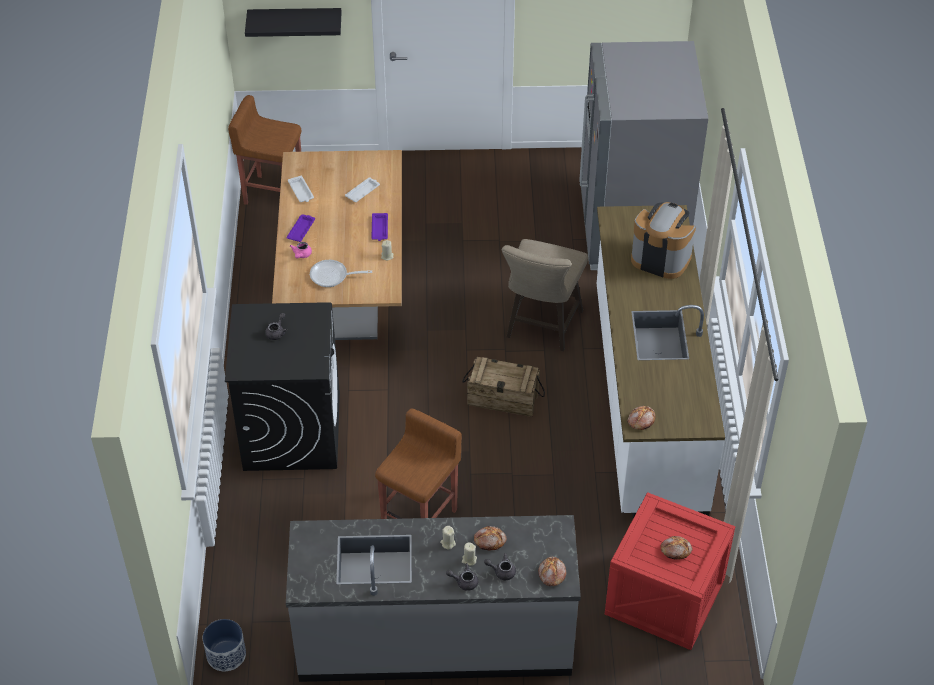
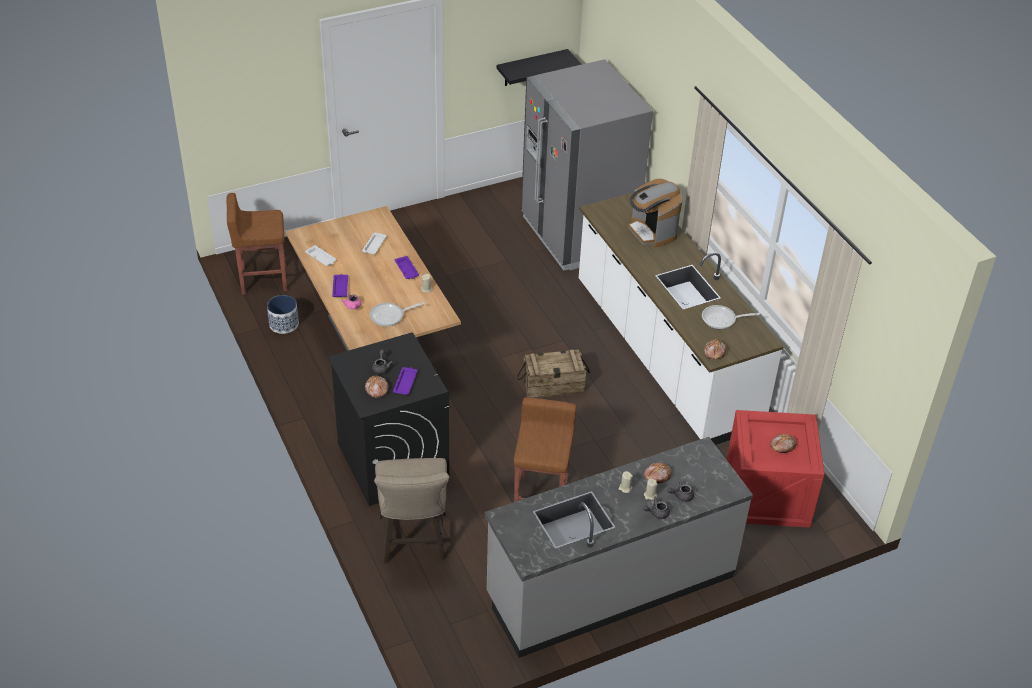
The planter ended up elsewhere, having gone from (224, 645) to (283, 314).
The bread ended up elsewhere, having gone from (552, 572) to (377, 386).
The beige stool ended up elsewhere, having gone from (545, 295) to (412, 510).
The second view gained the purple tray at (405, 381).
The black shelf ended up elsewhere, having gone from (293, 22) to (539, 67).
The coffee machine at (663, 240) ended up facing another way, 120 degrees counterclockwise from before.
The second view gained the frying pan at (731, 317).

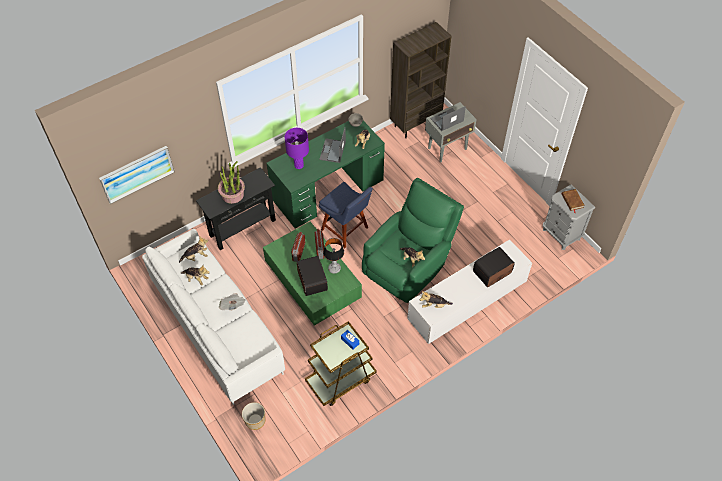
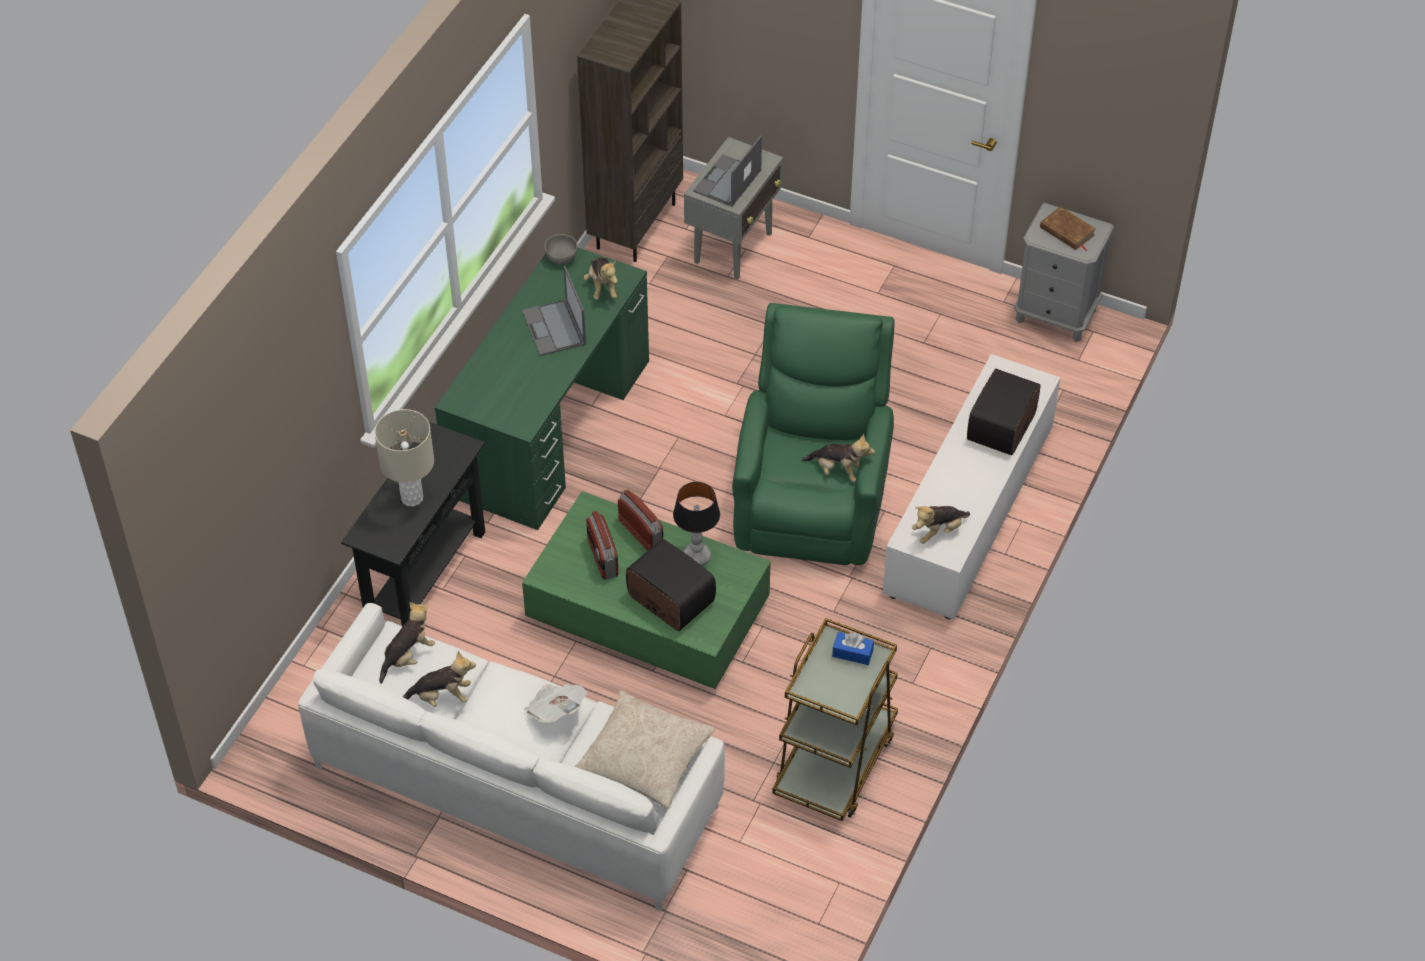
Where the potted plant stood at (231, 182), the beige table lamp came to stand at (404, 457).
The second view gained the beige pillow at (644, 749).
The second view lost the picture at (137, 175).
The second view lost the planter at (253, 416).
The second view lost the purple table lamp at (296, 148).
The second view lost the blue chair at (346, 215).

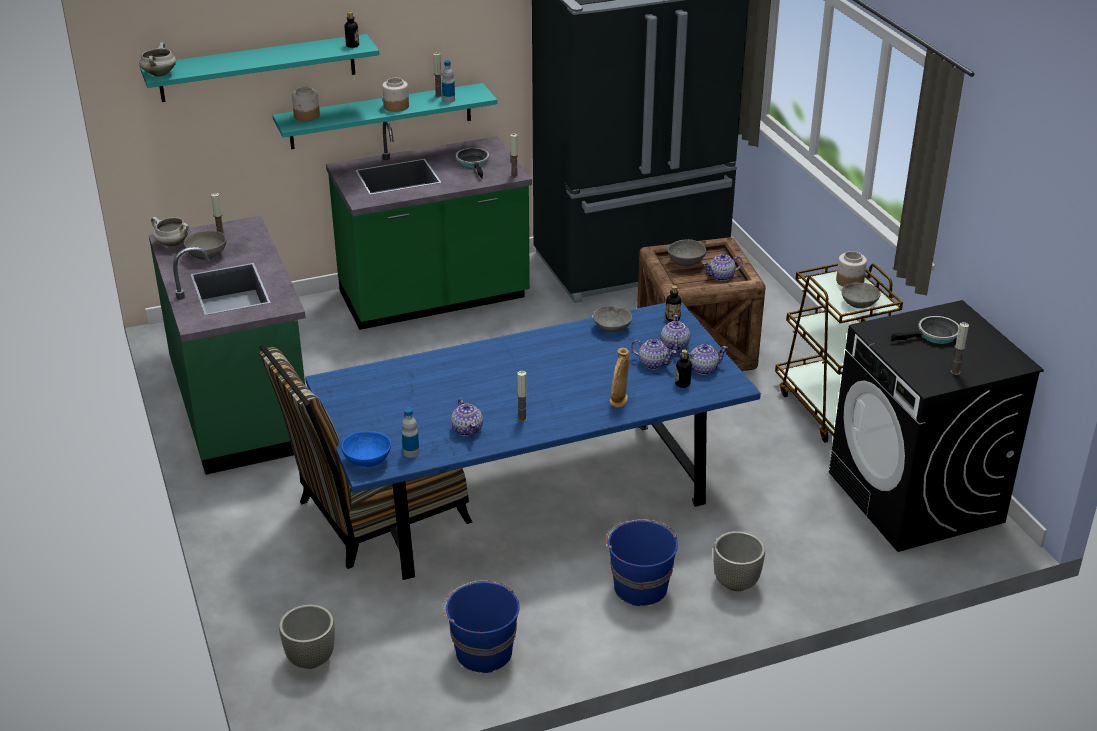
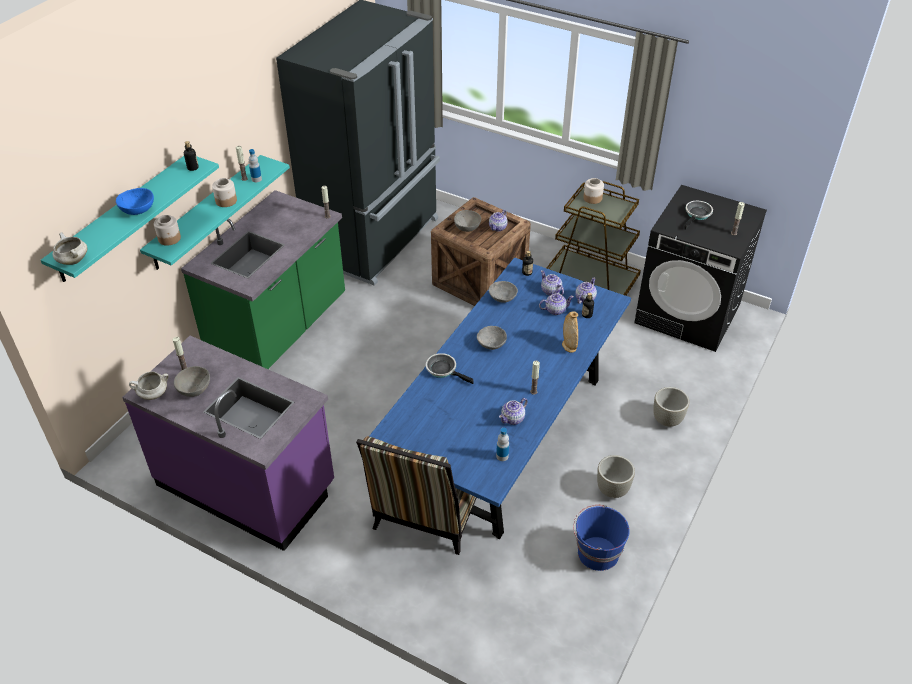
The blue bowl ended up elsewhere, having gone from (366, 449) to (135, 201).
What was the green counter at (227, 345) turned into the purple counter at (228, 443).
The frying pan ended up elsewhere, having gone from (472, 163) to (450, 368).
The grey bowl ended up elsewhere, having gone from (861, 295) to (492, 338).
The teapot at (467, 417) ended up facing another way, 105 degrees clockwise from before.
The grey planter ended up elsewhere, having gone from (307, 637) to (616, 476).
The second view lost the blue bucket at (642, 562).

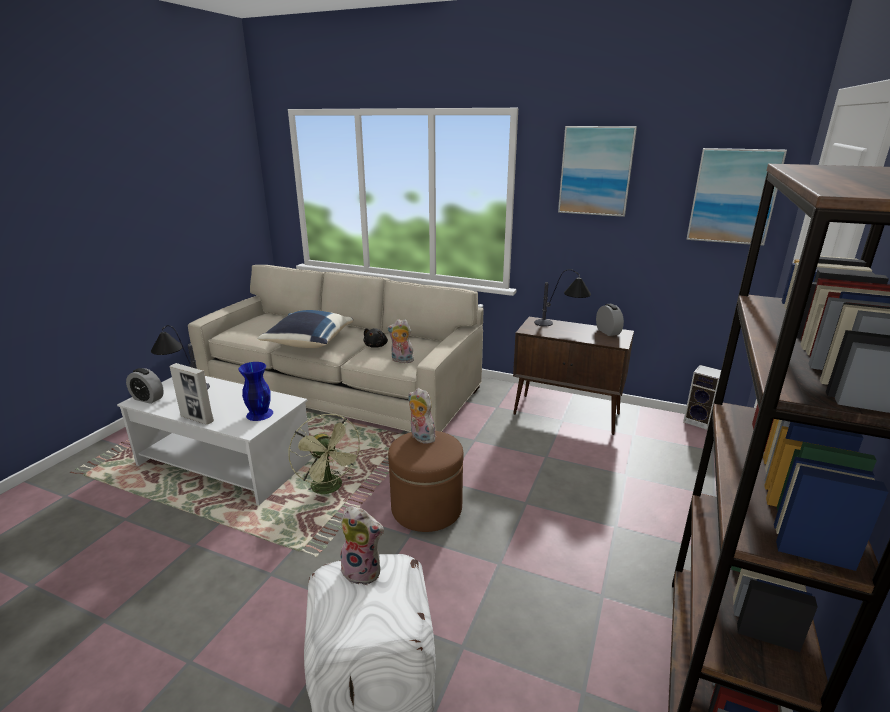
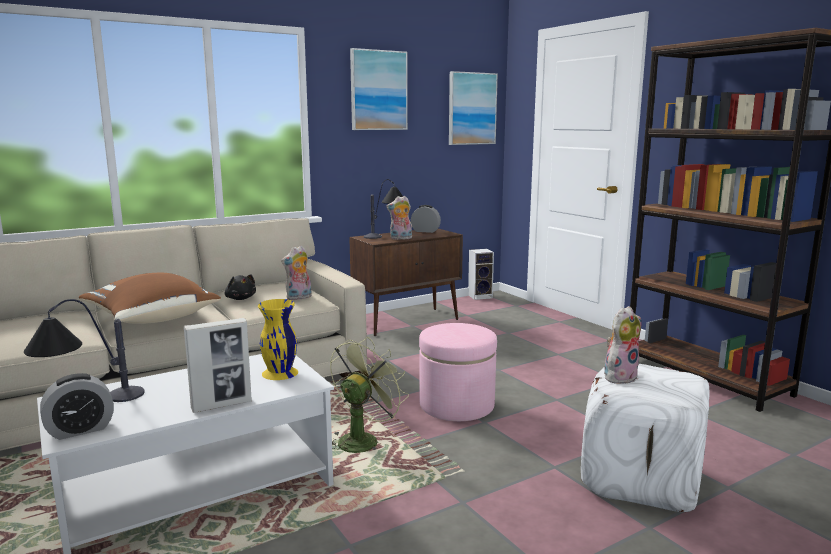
What was the blue pillow at (306, 329) turned into the brown pillow at (150, 298).
What was the blue vase at (255, 391) turned into the yellow vase at (278, 339).
The green fan at (325, 454) ended up facing another way, 60 degrees counterclockwise from before.
The plush toy ended up elsewhere, having gone from (423, 416) to (399, 218).
What was the brown ottoman at (426, 481) turned into the pink ottoman at (458, 372).

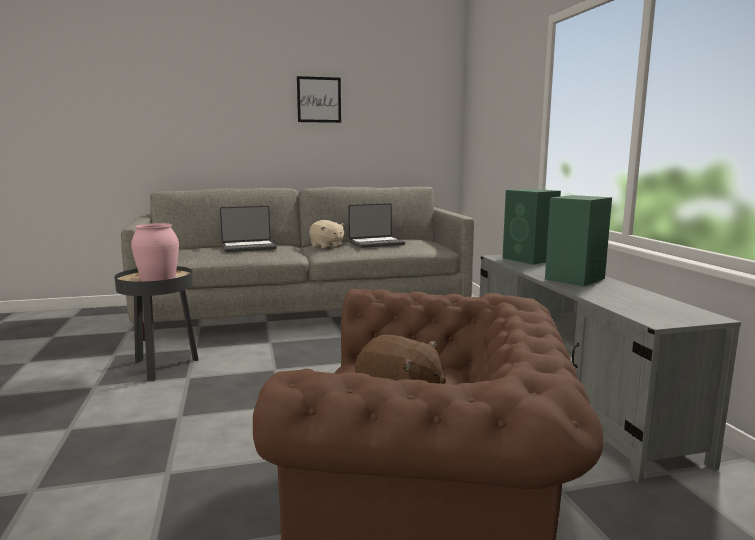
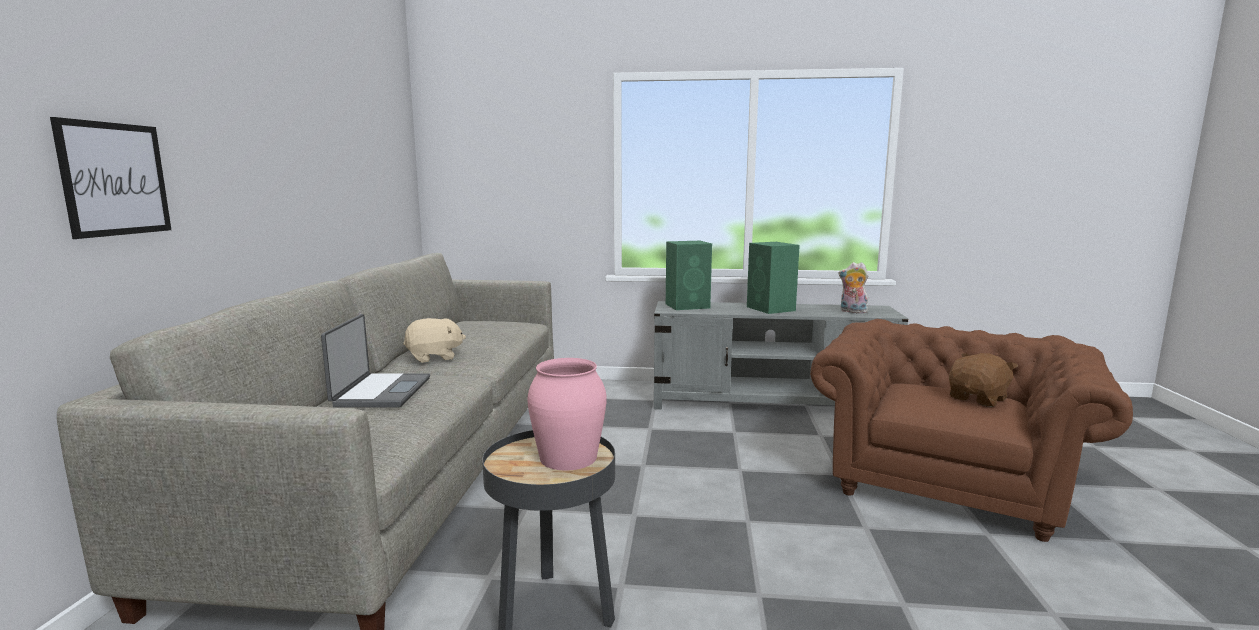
The picture ended up elsewhere, having gone from (319, 99) to (110, 178).
The second view gained the plush toy at (853, 287).
The second view lost the laptop at (376, 225).

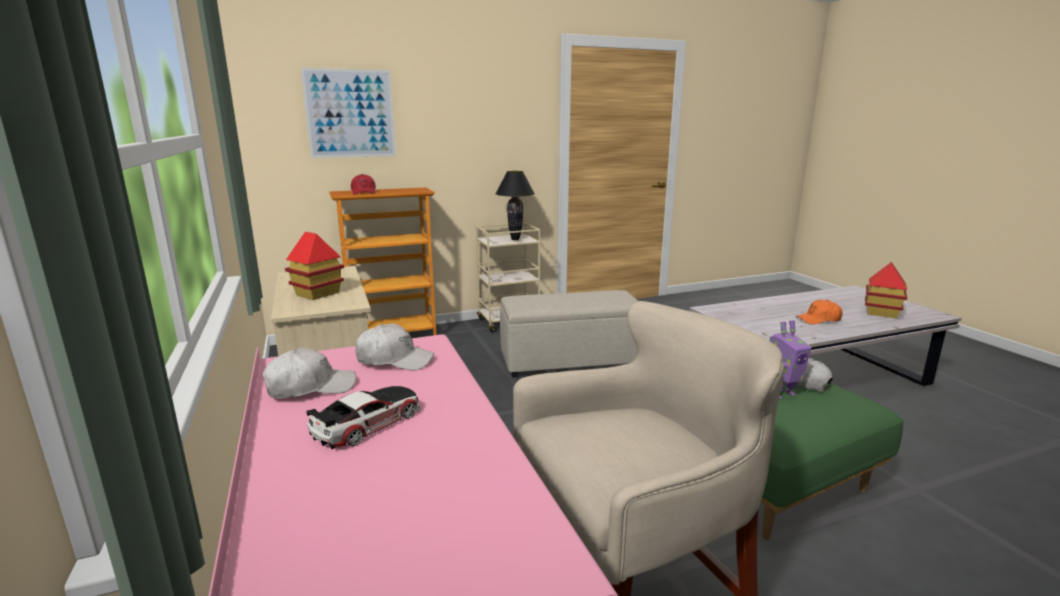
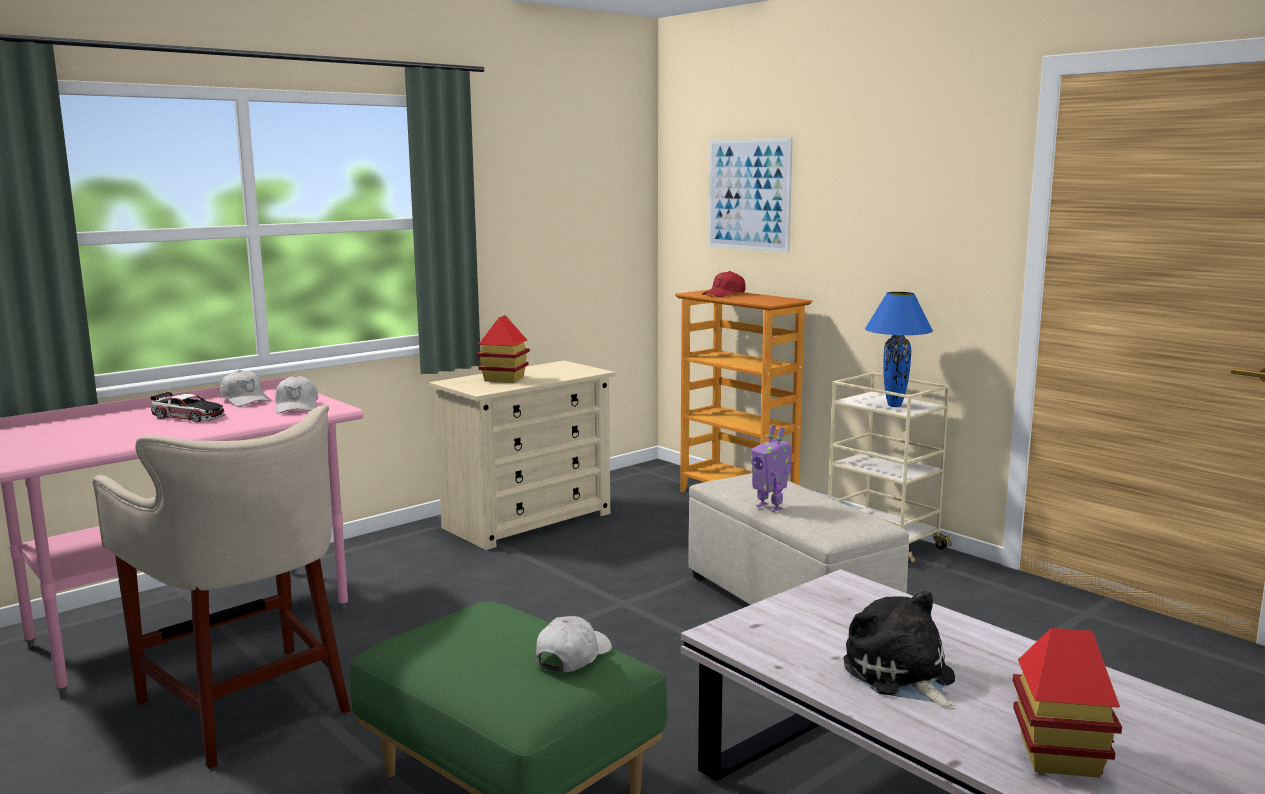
The toy robot ended up elsewhere, having gone from (791, 359) to (771, 468).
Where the orange cap stood at (819, 312), the plush toy came to stand at (899, 650).
What was the black table lamp at (515, 205) turned into the blue table lamp at (899, 349).

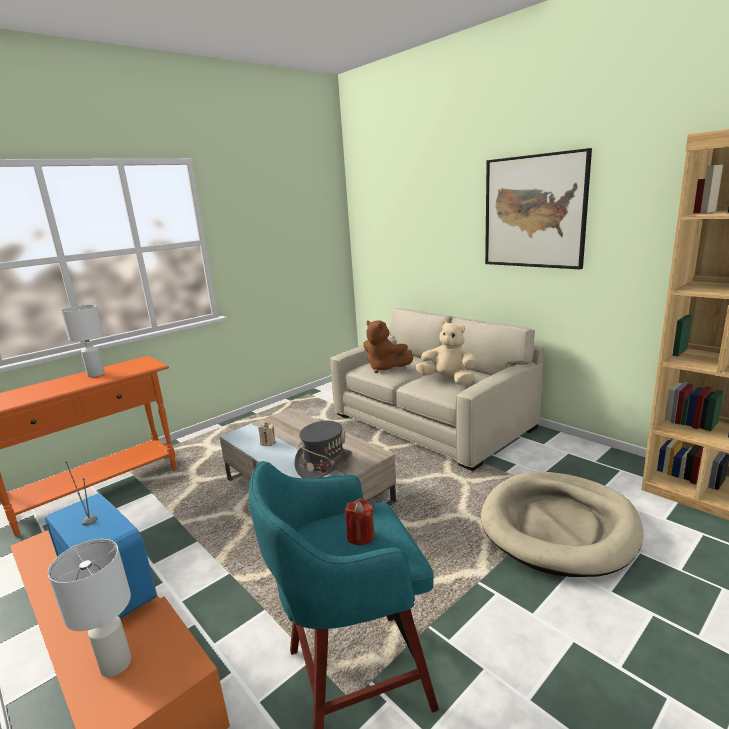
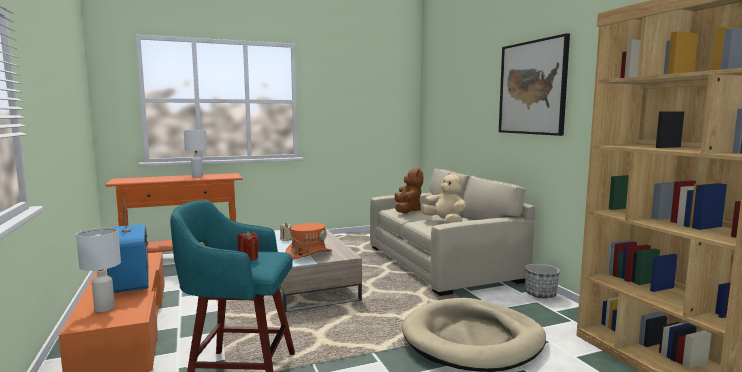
What was the grey hat at (323, 449) turned into the orange hat at (308, 241).
The brown plush toy at (388, 346) ended up facing another way, 150 degrees counterclockwise from before.
The second view gained the planter at (542, 281).

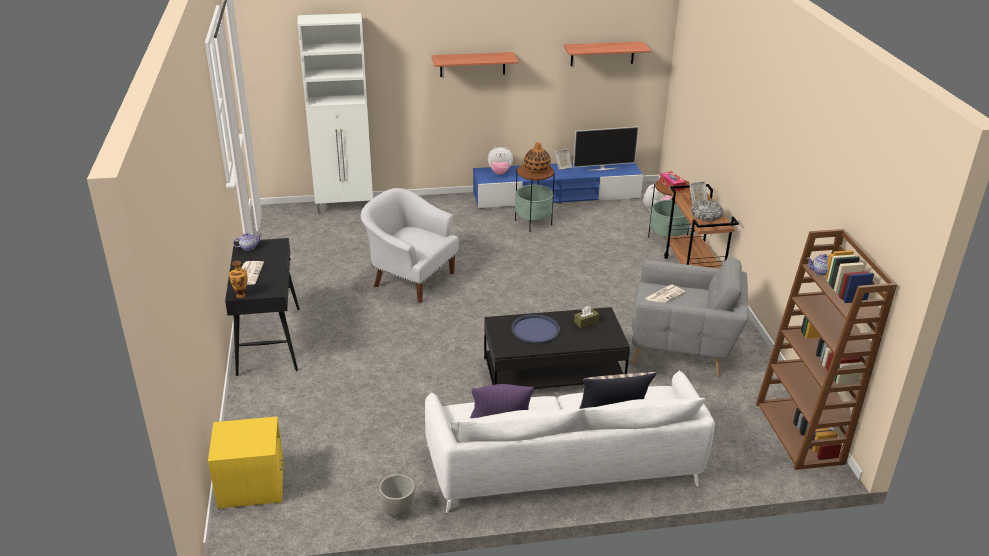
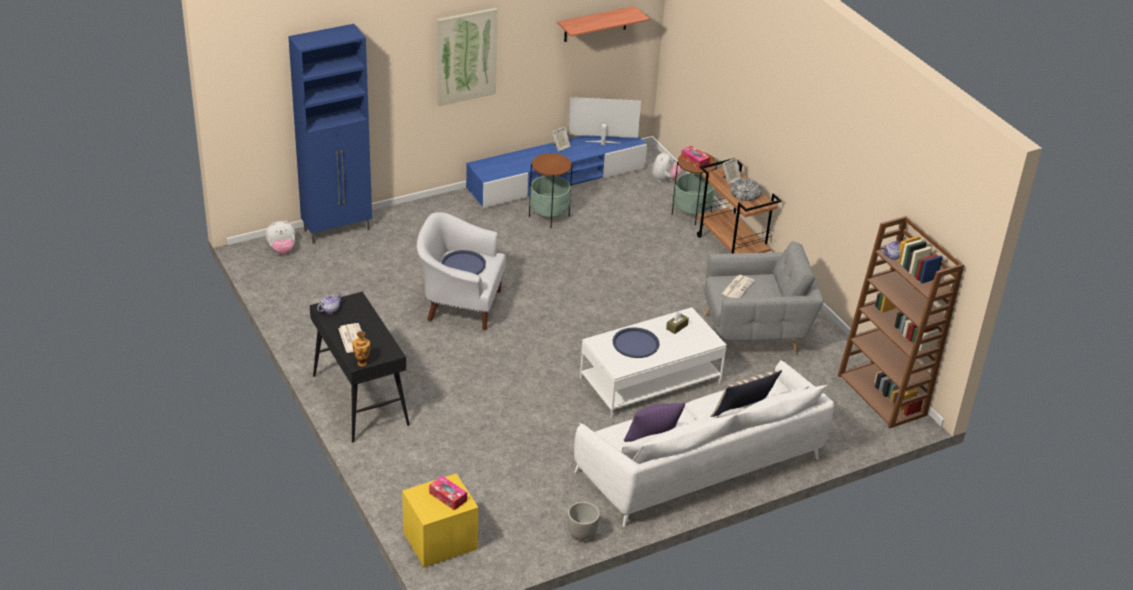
The plush toy ended up elsewhere, having gone from (500, 161) to (280, 237).
What was the white cabinet at (335, 113) turned into the blue cabinet at (330, 134).
The second view gained the tissue box at (448, 493).
Where the shelf hung at (475, 64), the picture came to hang at (467, 57).
The second view gained the blue tray at (463, 262).
The television at (606, 149) ended up facing another way, 150 degrees counterclockwise from before.
What was the black coffee table at (557, 348) turned into the white coffee table at (653, 362).
The second view lost the vase at (537, 157).

